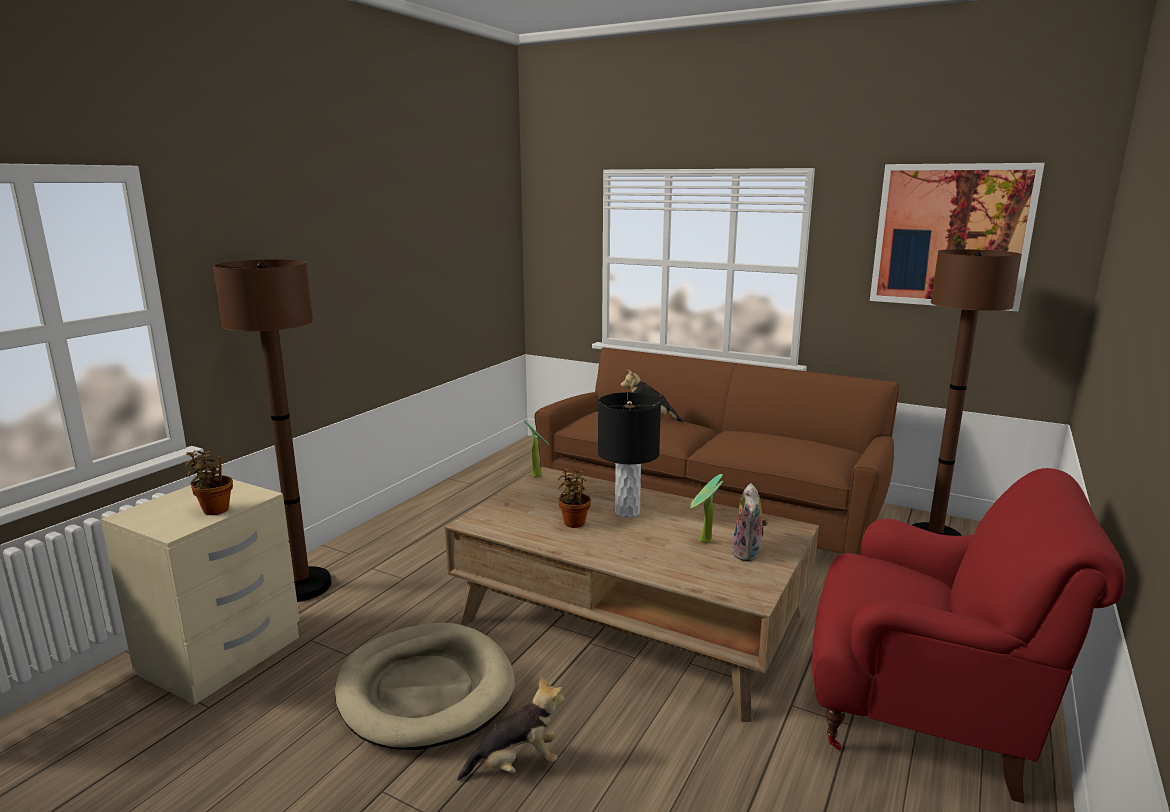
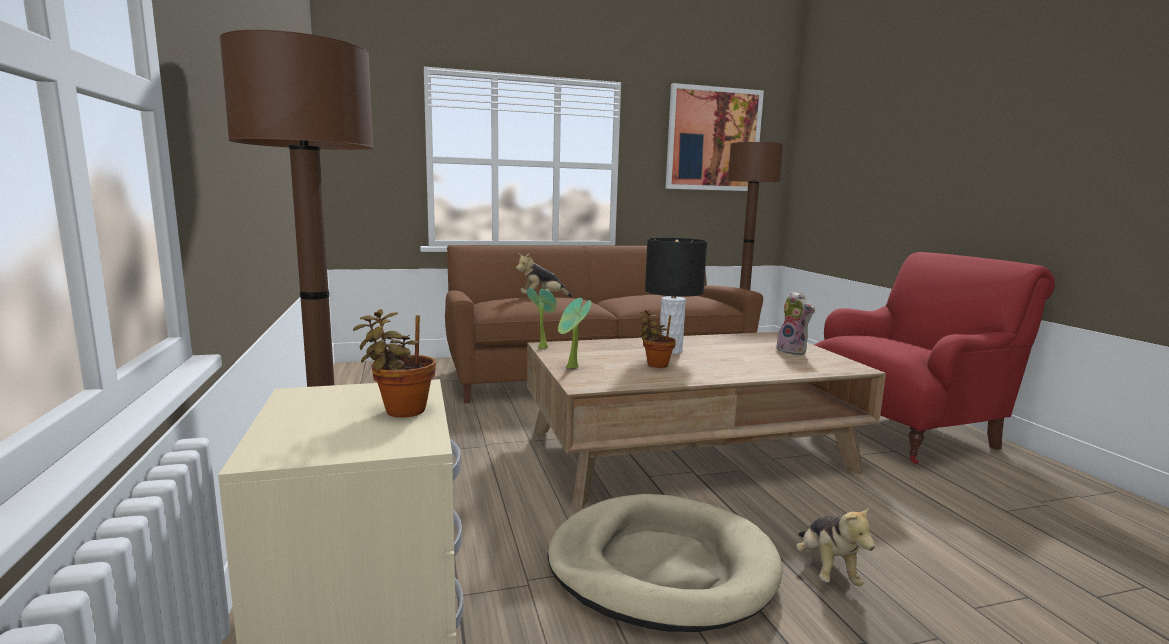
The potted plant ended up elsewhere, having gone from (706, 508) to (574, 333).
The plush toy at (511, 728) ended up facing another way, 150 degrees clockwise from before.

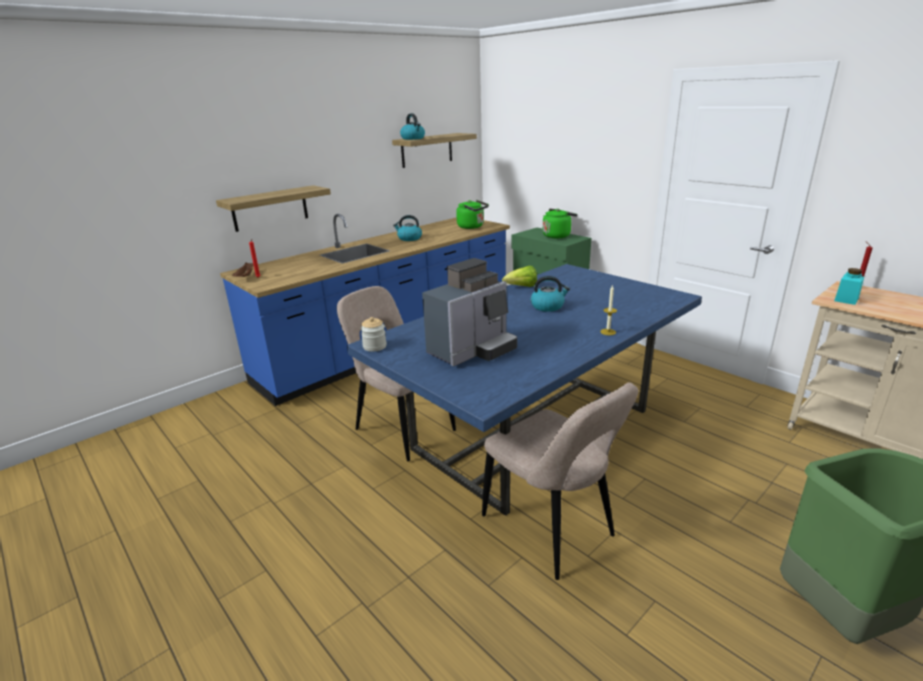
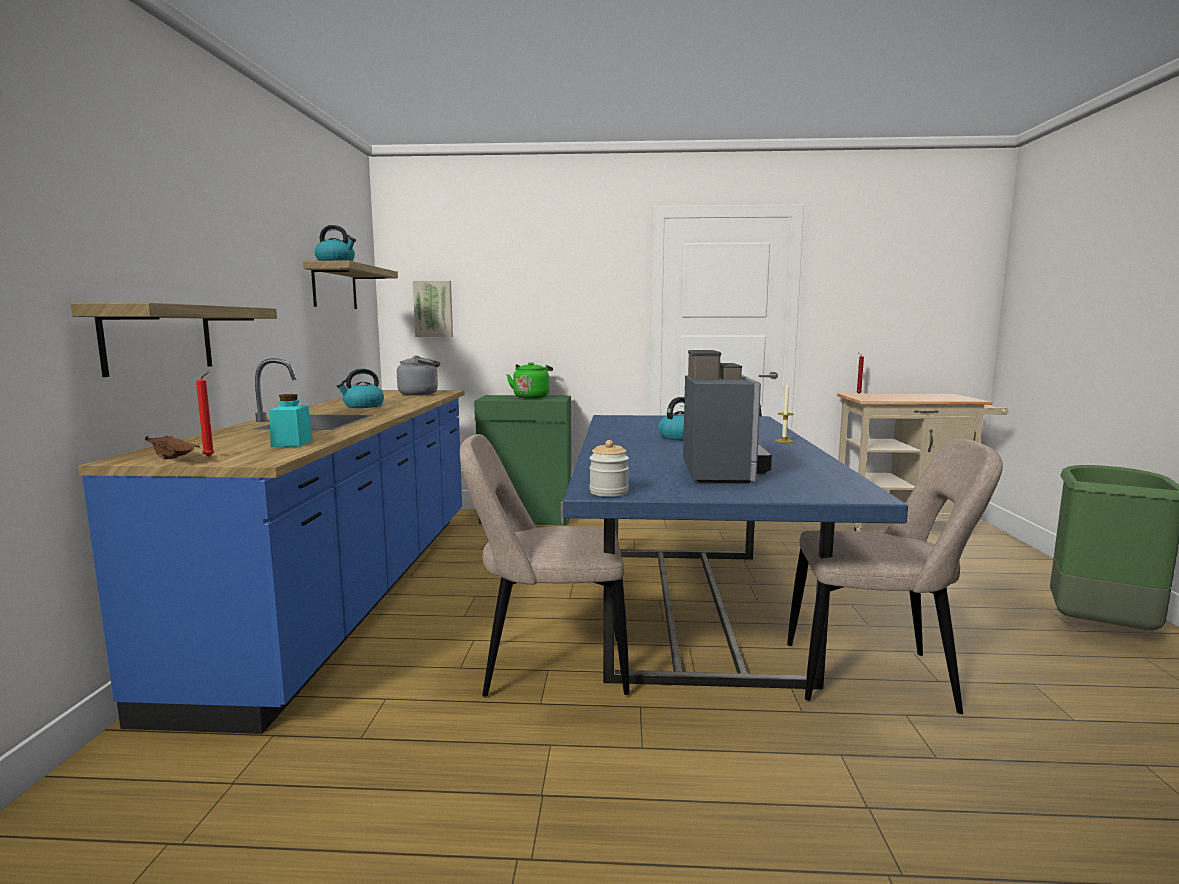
The turquoise jar ended up elsewhere, having gone from (849, 286) to (291, 420).
What was the green kettle at (472, 214) turned into the grey kettle at (418, 375).
The second view gained the picture at (433, 309).
The second view lost the lettuce at (519, 276).

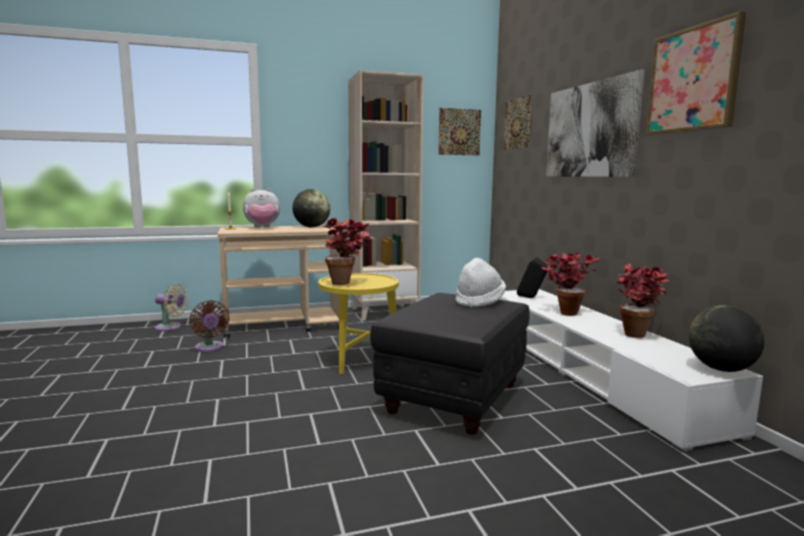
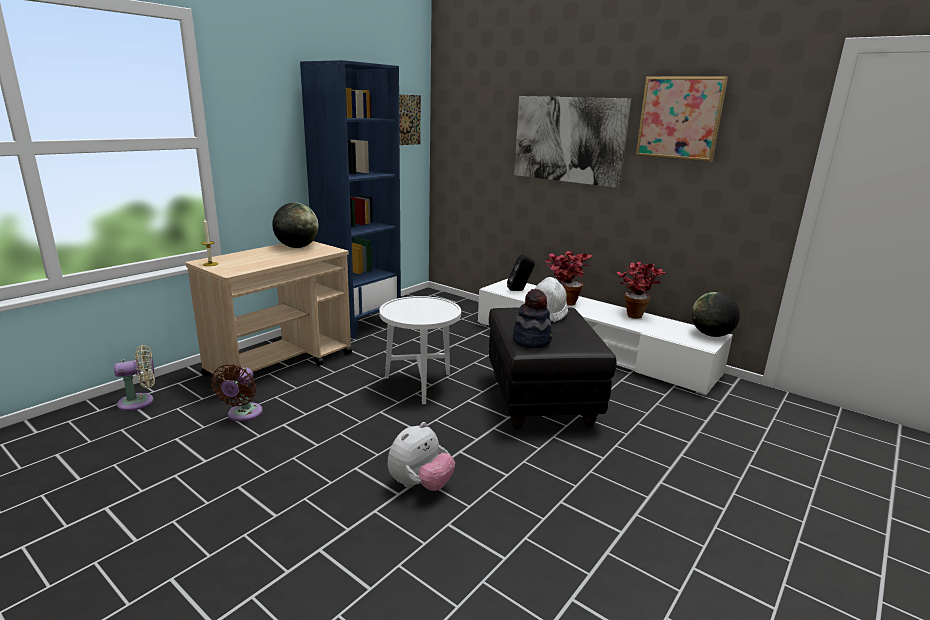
The brown fan at (209, 326) ended up facing another way, 75 degrees clockwise from before.
What was the beige bookcase at (386, 195) turned into the blue bookcase at (350, 199).
What was the yellow side table at (358, 323) turned into the white side table at (420, 350).
The plush toy ended up elsewhere, having gone from (261, 208) to (421, 456).
The second view gained the hat at (532, 318).
The second view lost the potted plant at (345, 251).
The second view lost the picture at (517, 122).

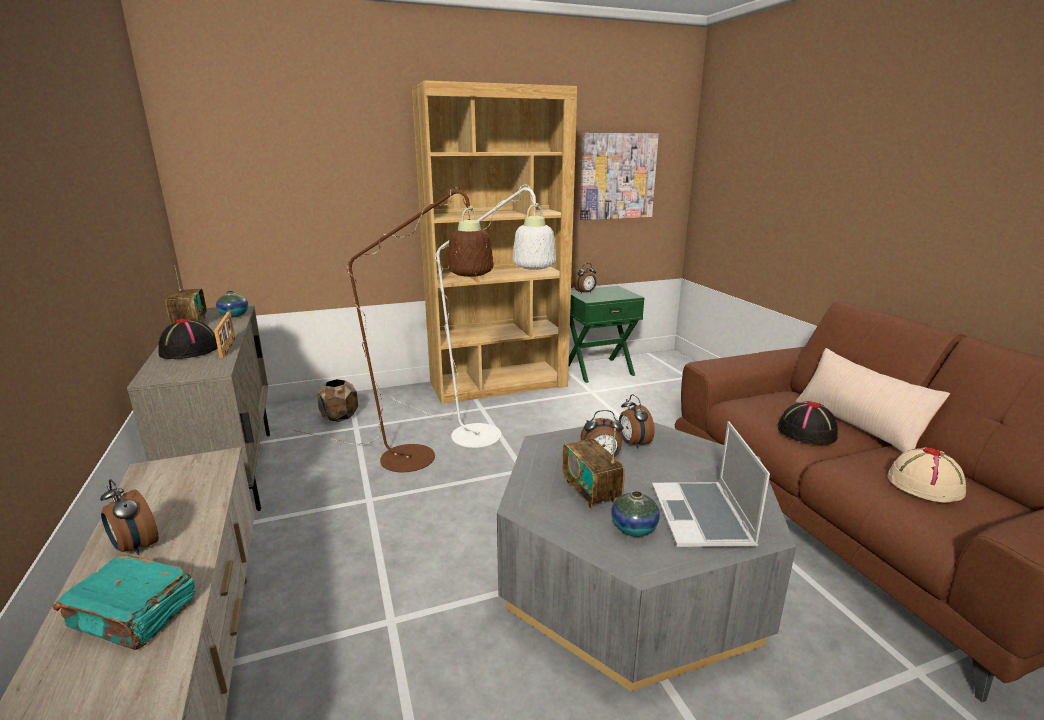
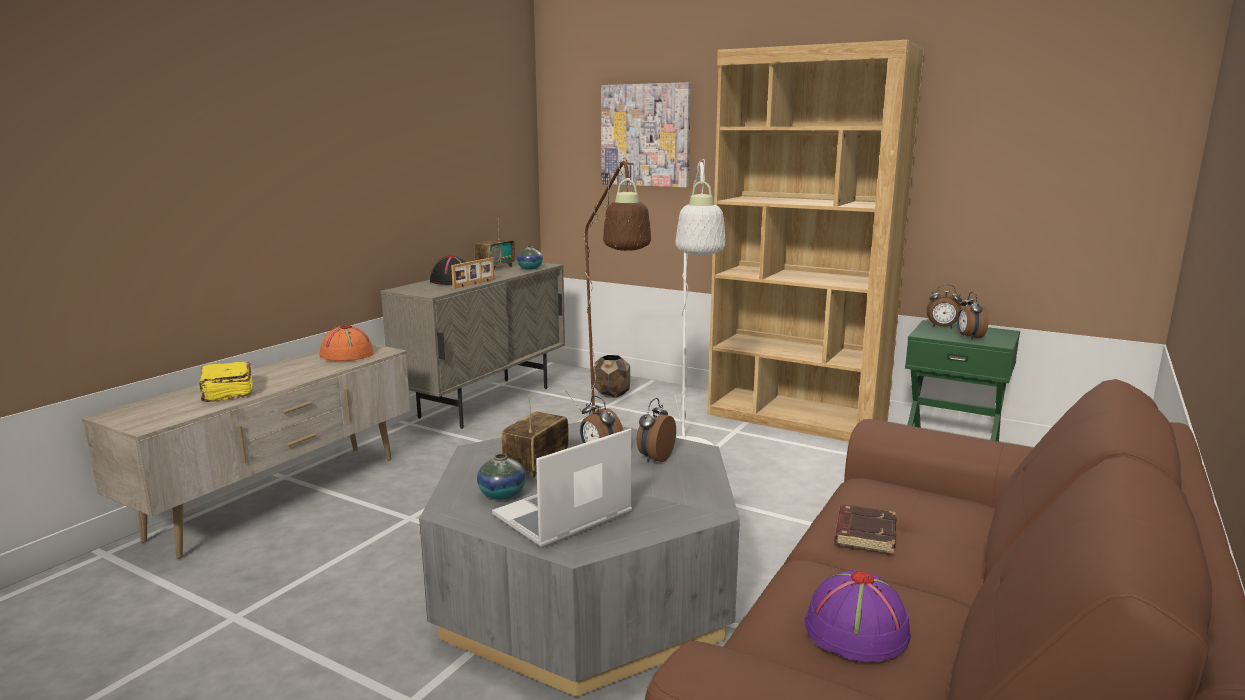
What was the turquoise book at (123, 602) turned into the yellow book at (225, 381).
The second view gained the orange hat at (346, 343).
The picture ended up elsewhere, having gone from (619, 176) to (646, 135).
What was the beige hat at (927, 475) turned into the purple hat at (857, 616).
Where the black hat stood at (808, 423), the brown book came to stand at (865, 529).
The alarm clock ended up elsewhere, having gone from (129, 517) to (973, 316).
The second view lost the beige pillow at (872, 400).

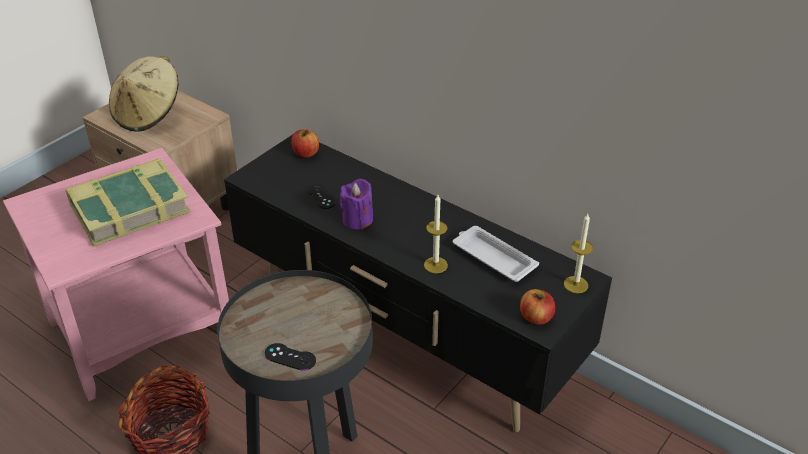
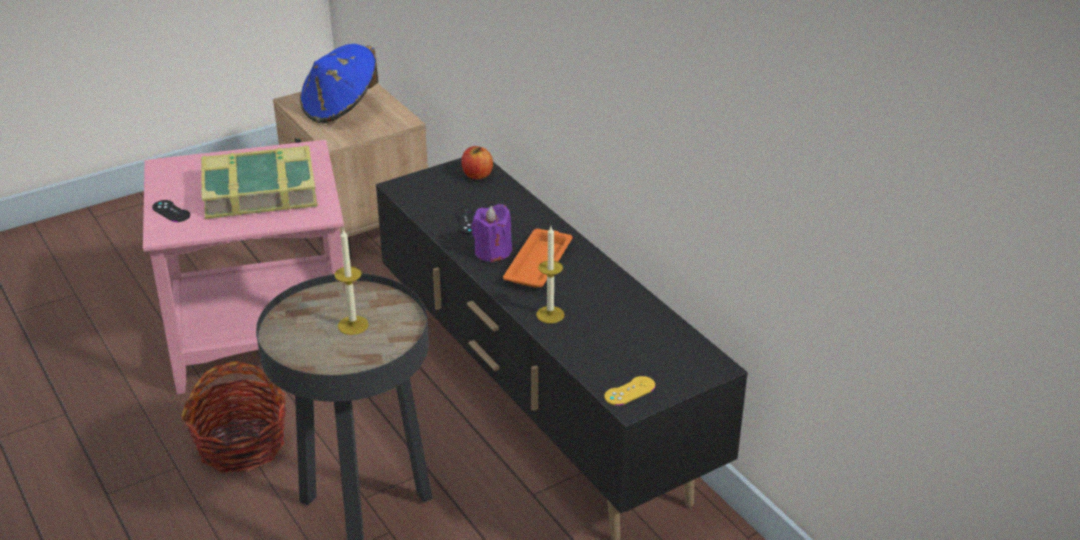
The black game controller ended up elsewhere, having gone from (290, 357) to (171, 211).
What was the beige hat at (144, 94) turned into the blue hat at (339, 83).
The candle ended up elsewhere, having gone from (578, 253) to (351, 281).
The second view gained the orange tray at (537, 258).
Where the apple stood at (537, 307), the yellow game controller came to stand at (629, 391).
The second view lost the white tray at (496, 254).

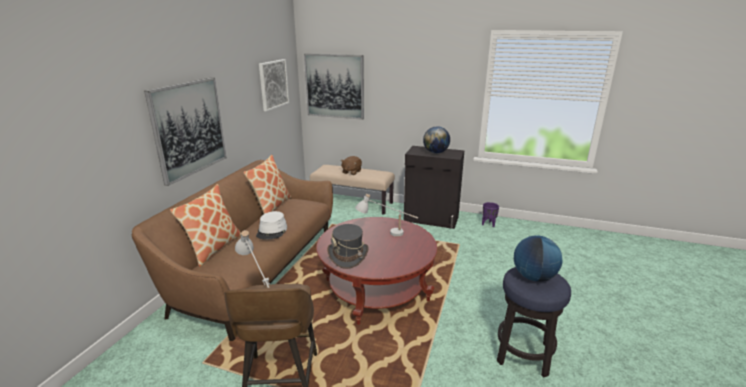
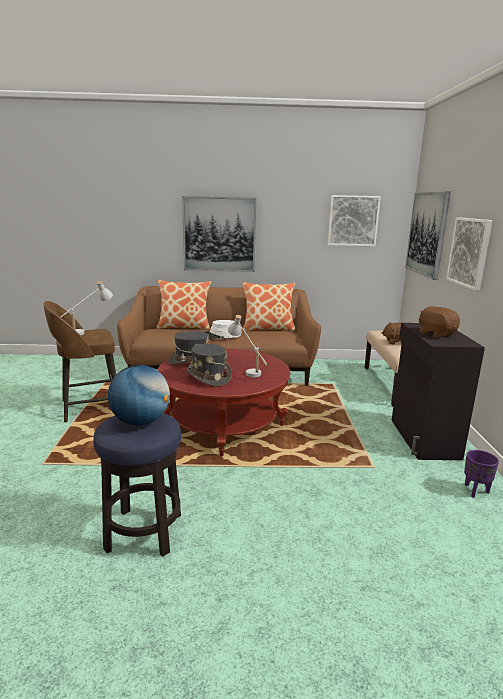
The second view gained the grey hat at (208, 365).
Where the globe stood at (436, 140), the brown plush toy came to stand at (439, 322).
The second view gained the picture at (469, 254).

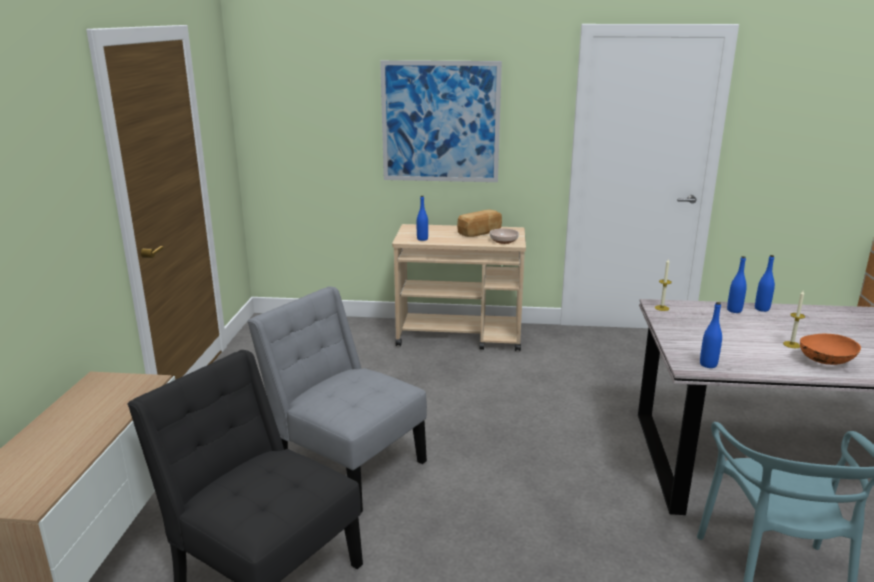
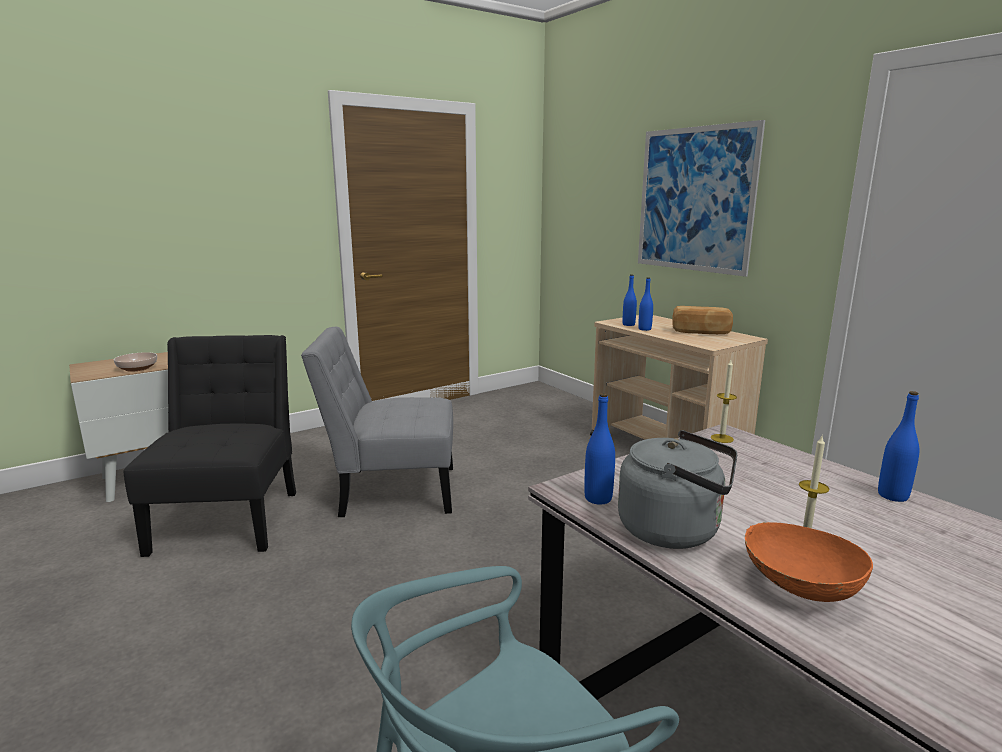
The bowl ended up elsewhere, having gone from (504, 236) to (135, 362).
The grey chair at (337, 399) ended up facing another way, 90 degrees counterclockwise from before.
The second view gained the grey kettle at (677, 489).
The blue bottle ended up elsewhere, having gone from (737, 284) to (645, 304).

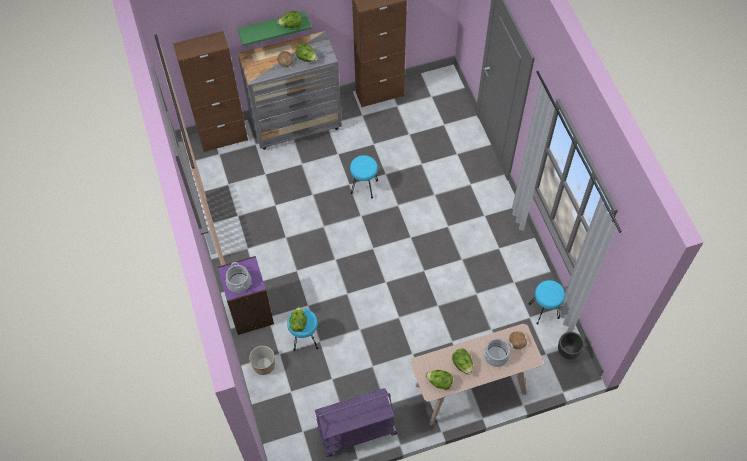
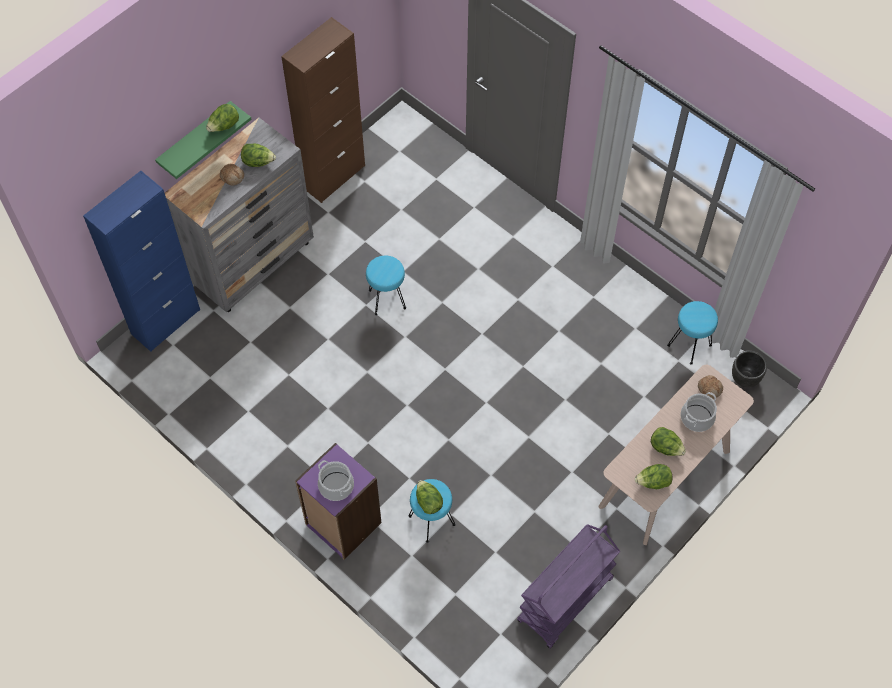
What was the brown cabinet at (210, 91) turned into the blue cabinet at (141, 261).
The second view lost the planter at (262, 360).

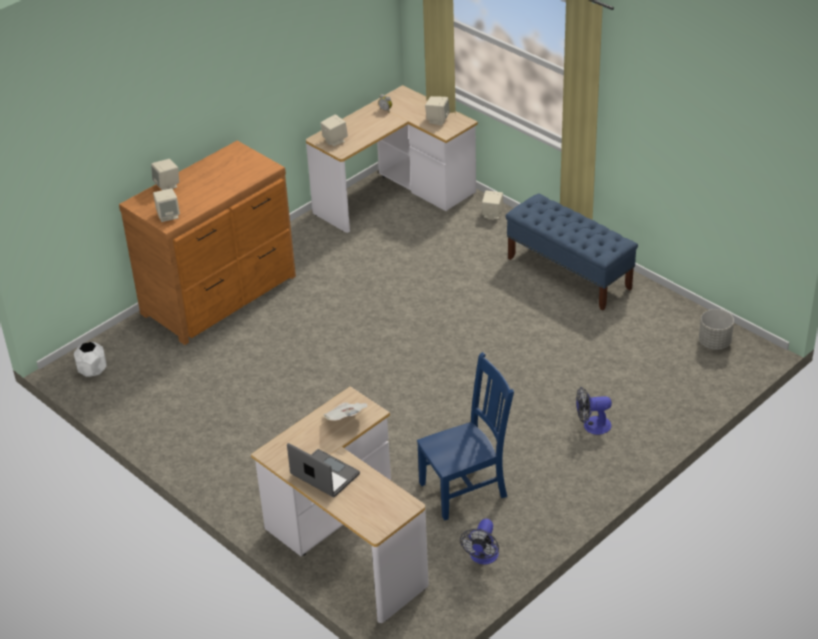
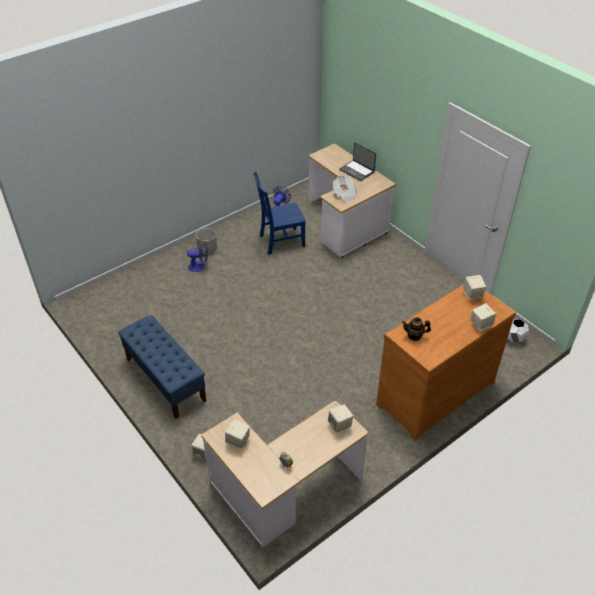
The grey planter ended up elsewhere, having gone from (716, 329) to (206, 240).
The second view gained the teapot at (416, 329).

